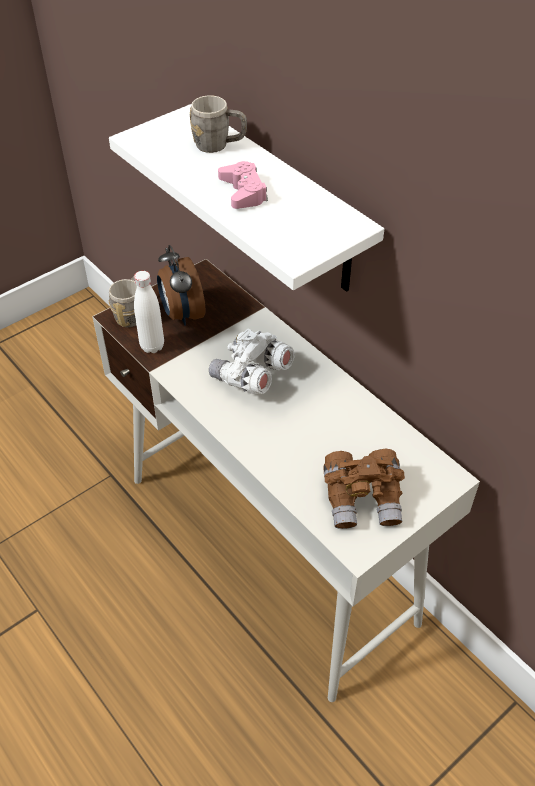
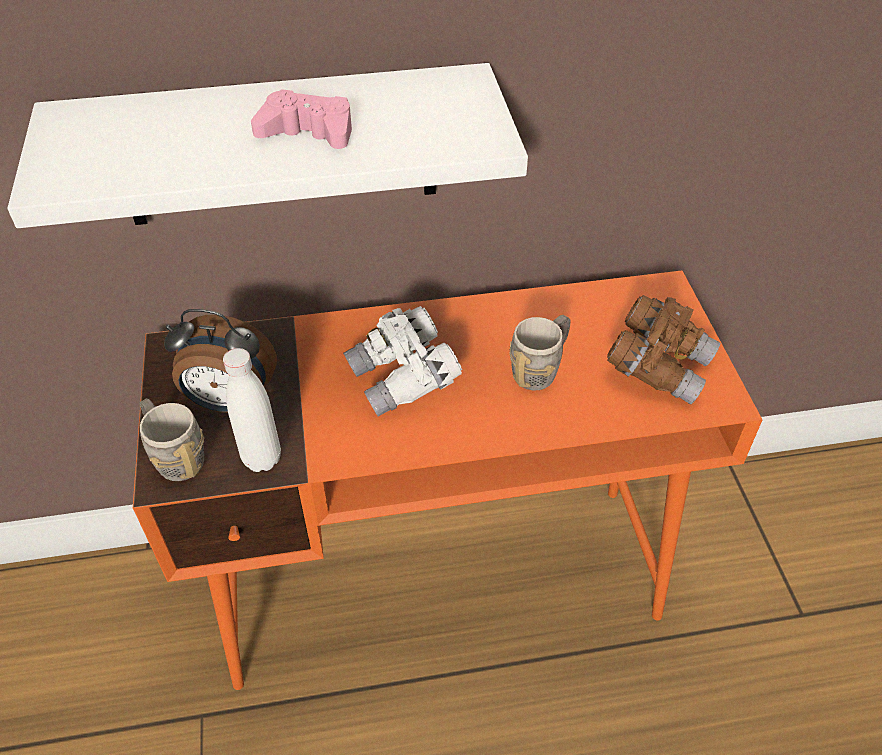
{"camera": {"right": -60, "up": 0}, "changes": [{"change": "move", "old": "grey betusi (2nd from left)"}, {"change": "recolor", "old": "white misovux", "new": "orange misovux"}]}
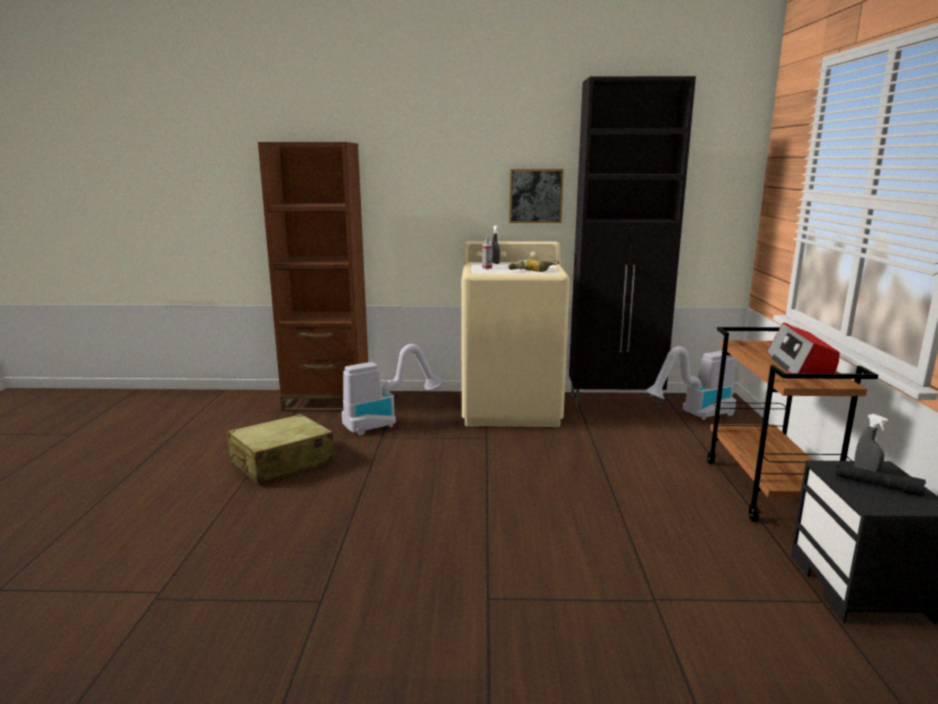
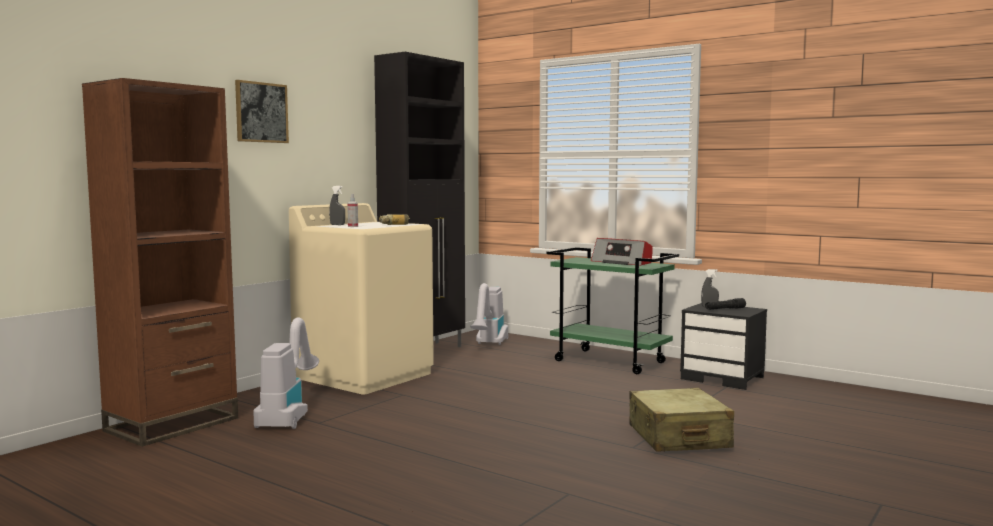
{"camera": {"right": -55, "up": -10}, "changes": [{"change": "move", "old": "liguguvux"}, {"change": "recolor", "old": "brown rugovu", "new": "green rugovu"}, {"change": "move", "old": "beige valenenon"}]}
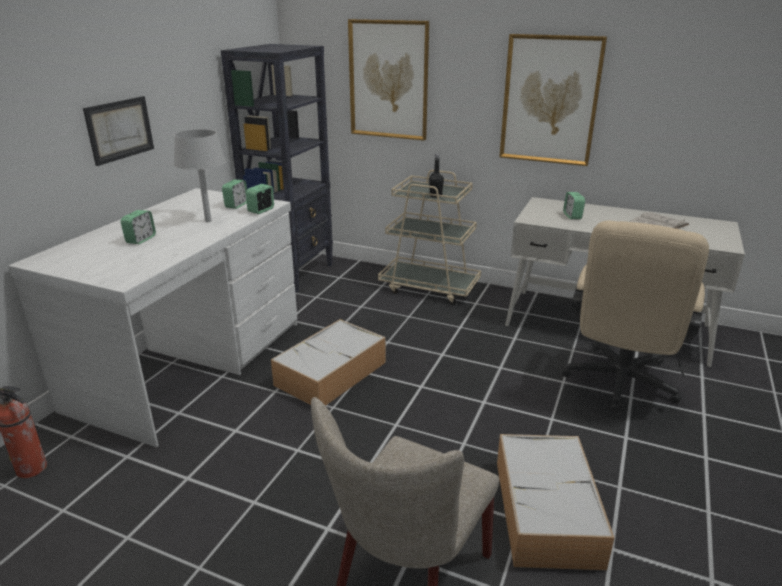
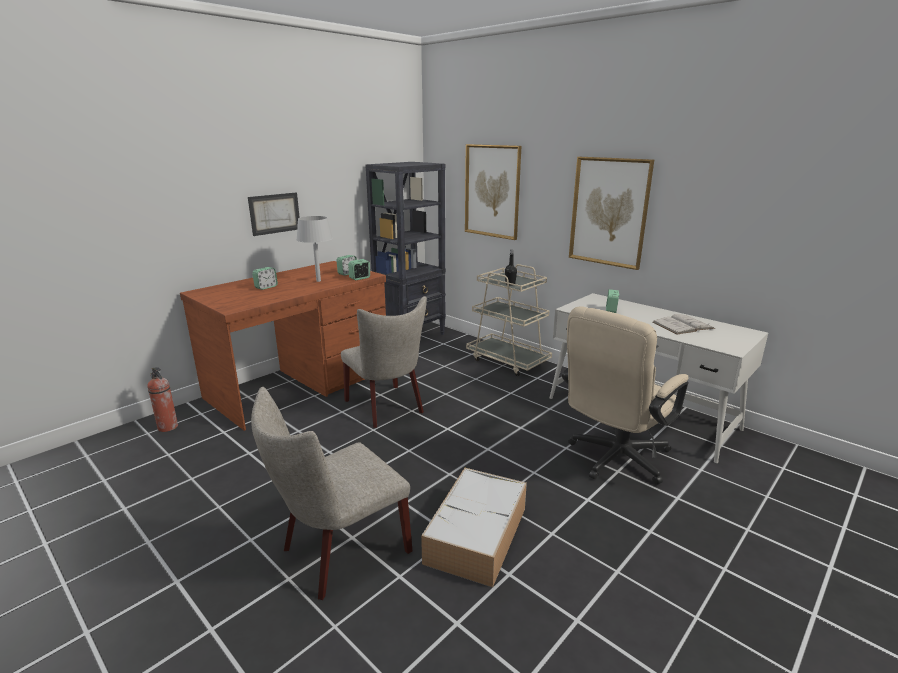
{"camera": {"right": 20, "up": -5}, "changes": [{"change": "recolor", "old": "white misovux (1st from left)", "new": "brown misovux"}, {"change": "replace", "old": "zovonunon (1st from left)", "new": "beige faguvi (2nd from left)"}]}
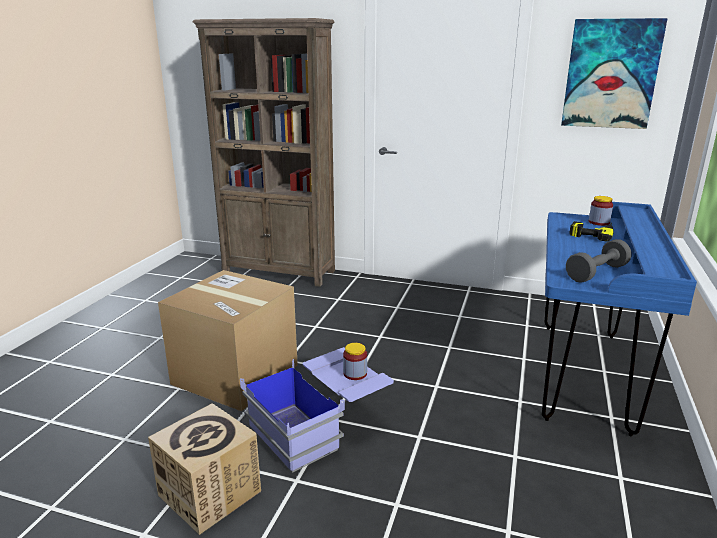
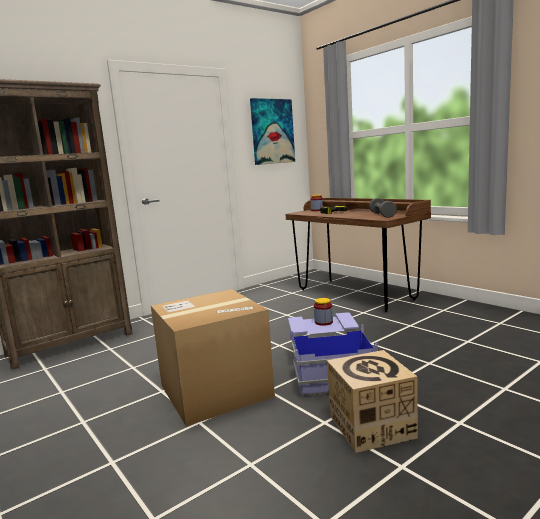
{"camera": {"right": -55, "up": -10}, "changes": [{"change": "recolor", "old": "blue misovux", "new": "brown misovux"}]}
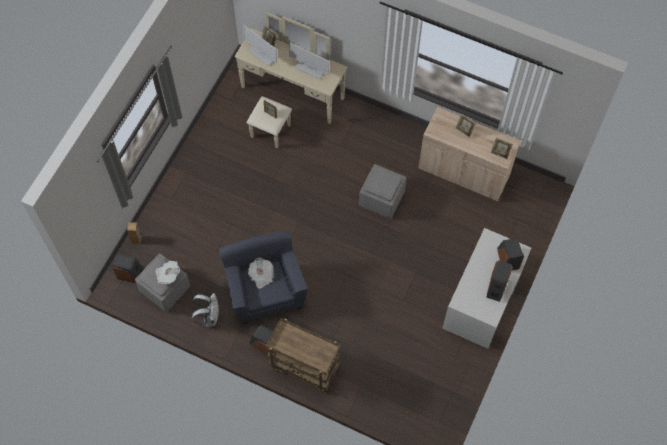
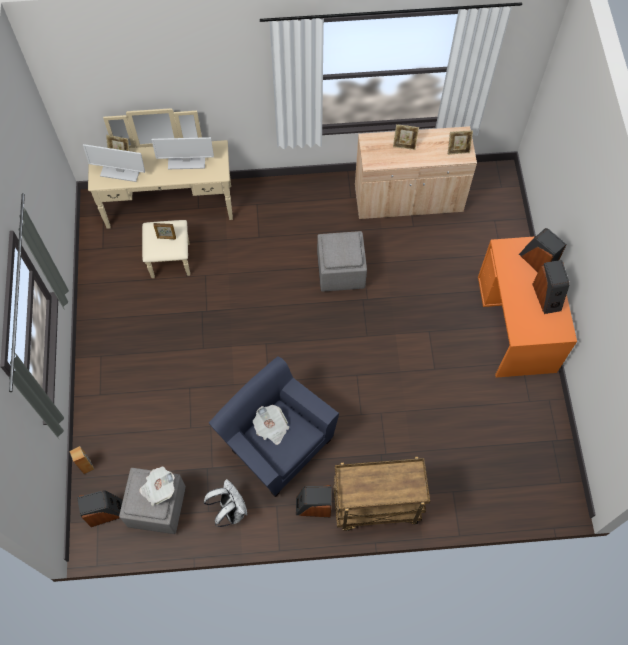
{"camera": {"right": -30, "up": 0}, "changes": [{"change": "recolor", "old": "white misovux", "new": "orange misovux"}]}
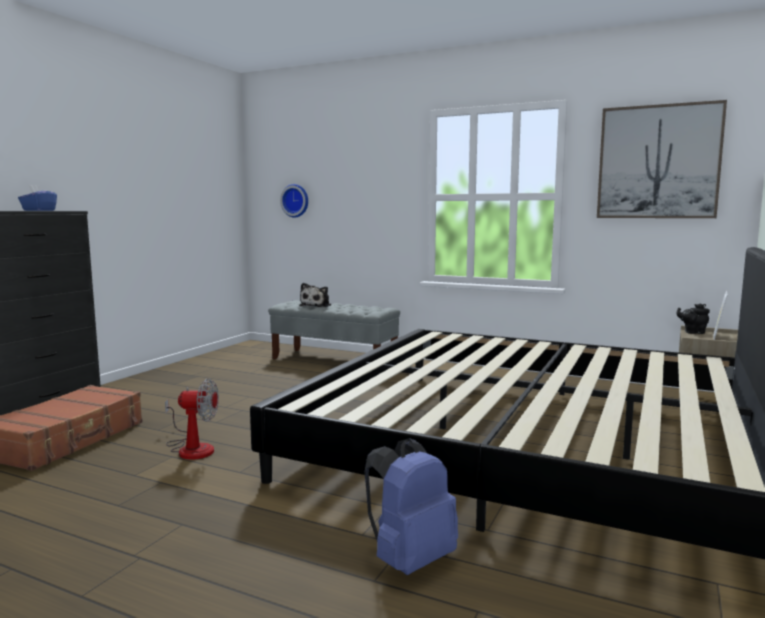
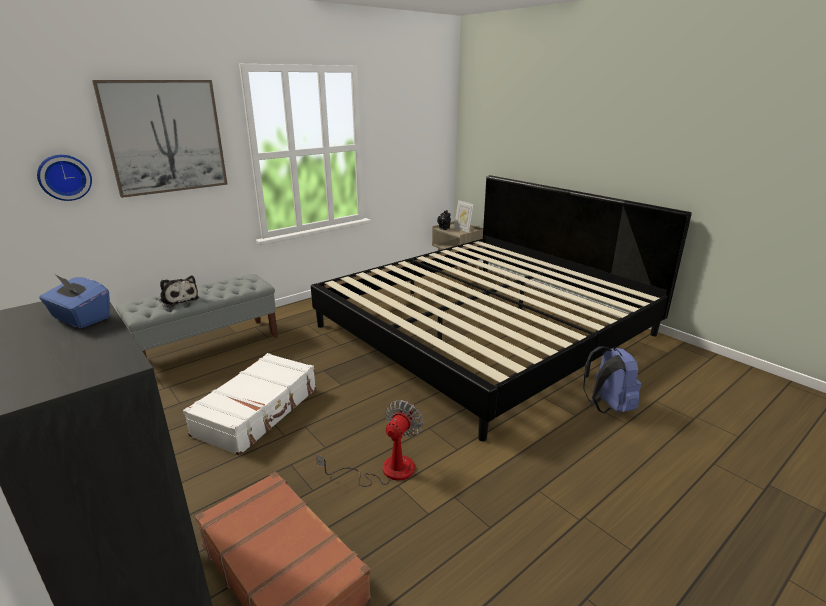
{"camera": {"right": -65, "up": 15}, "changes": [{"change": "move", "old": "liguguvux"}, {"change": "insert", "new": "white valenenon"}]}
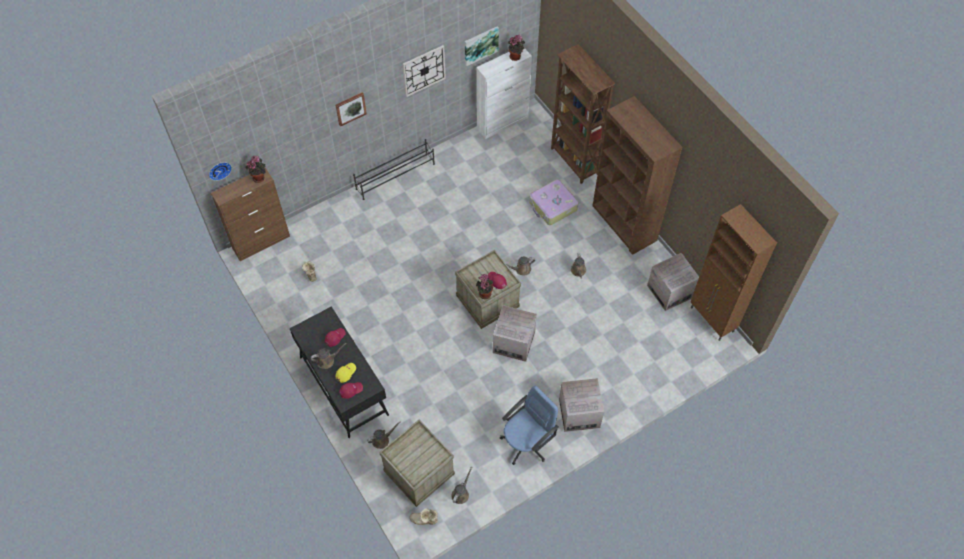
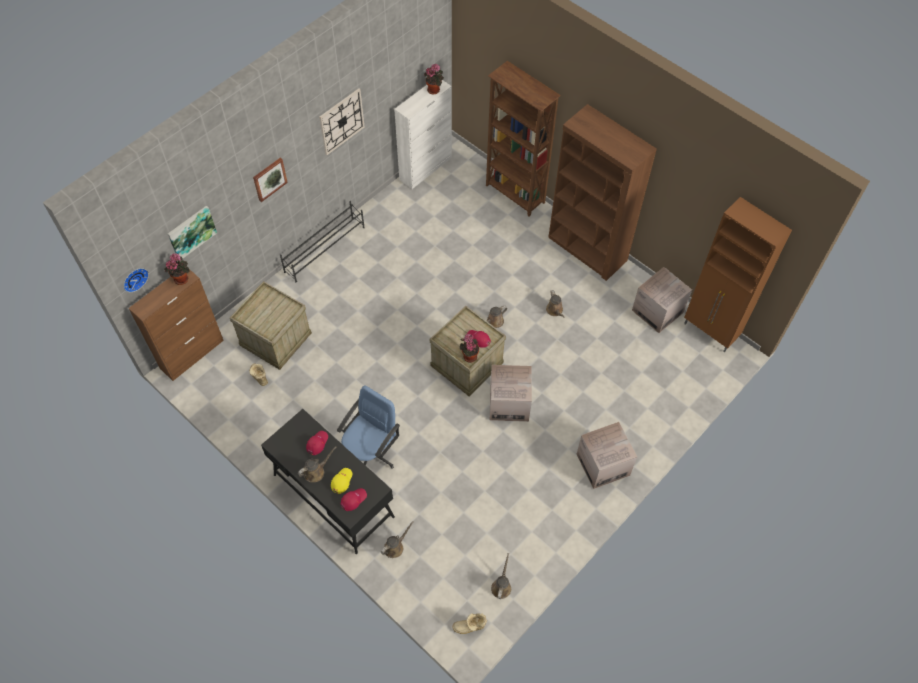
{"camera": {"right": -15, "up": 0}, "changes": [{"change": "move", "old": "liguguvux (2nd from left in the first image)", "new": "liguguvux (1st from left)"}, {"change": "delete", "old": "valenenon"}, {"change": "move", "old": "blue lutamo"}, {"change": "move", "old": "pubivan (1st from left)"}]}
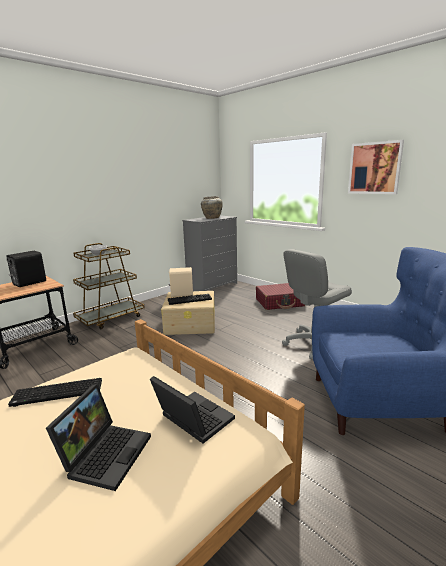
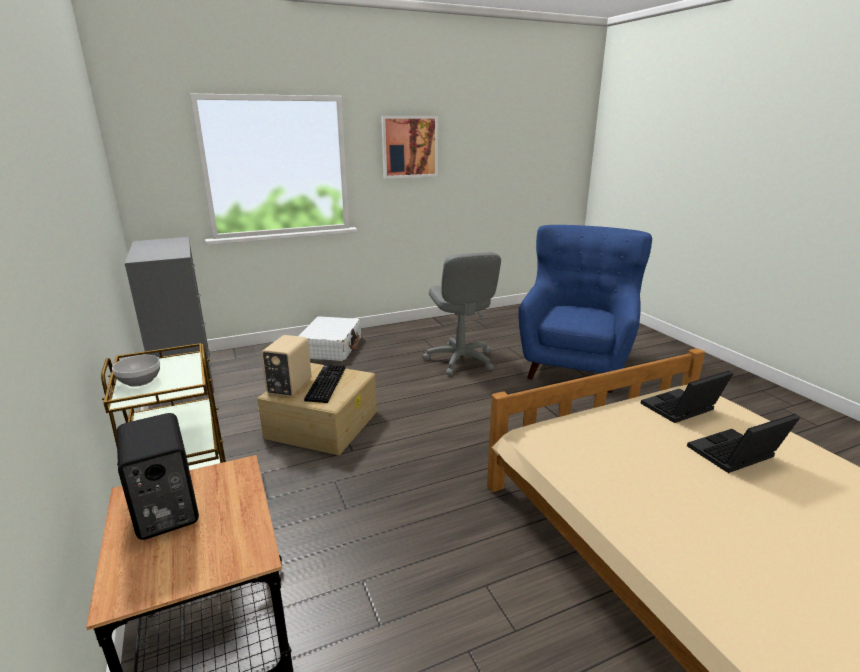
{"camera": {"right": -70, "up": 5}, "changes": [{"change": "delete", "old": "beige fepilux"}, {"change": "recolor", "old": "red valenenon", "new": "white valenenon"}, {"change": "delete", "old": "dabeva (1st from left)"}, {"change": "rotate", "old": "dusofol (1st from left in the first image)", "degrees": -60}]}
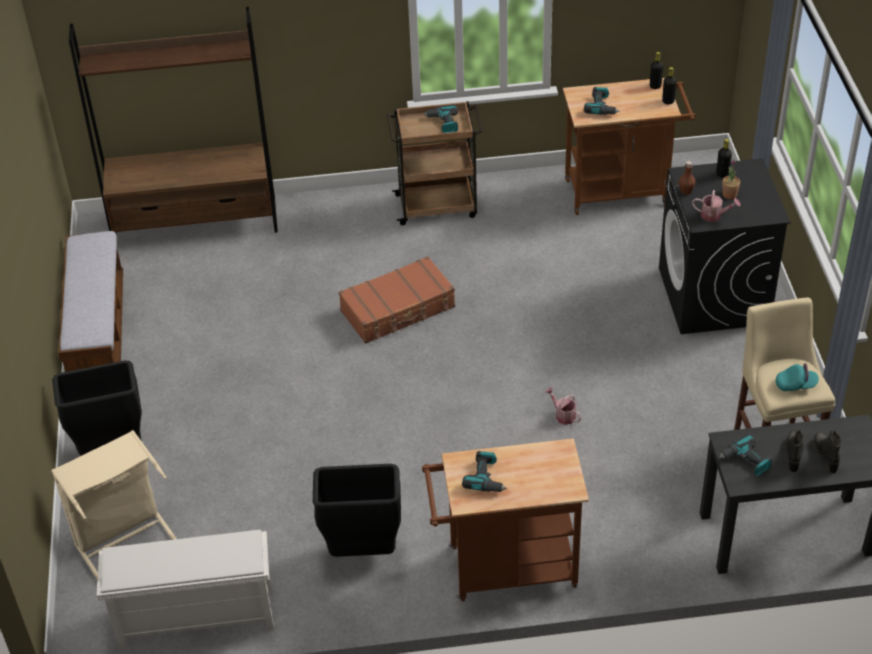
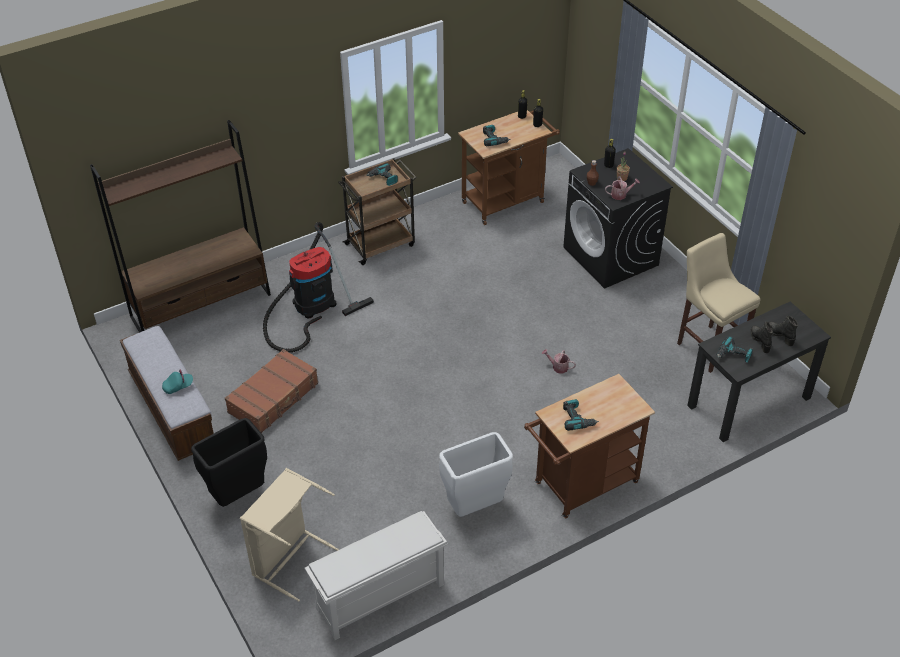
{"camera": {"right": -25, "up": 0}, "changes": [{"change": "move", "old": "brown valenenon"}, {"change": "move", "old": "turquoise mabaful"}, {"change": "recolor", "old": "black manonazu (2nd from left)", "new": "white manonazu"}, {"change": "insert", "new": "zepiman"}]}
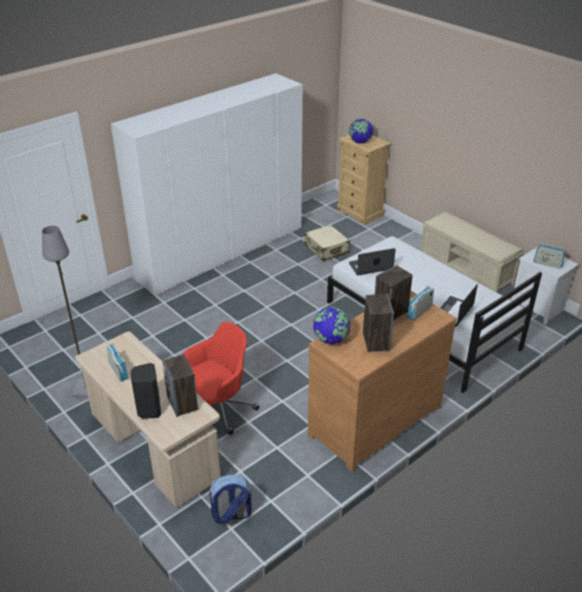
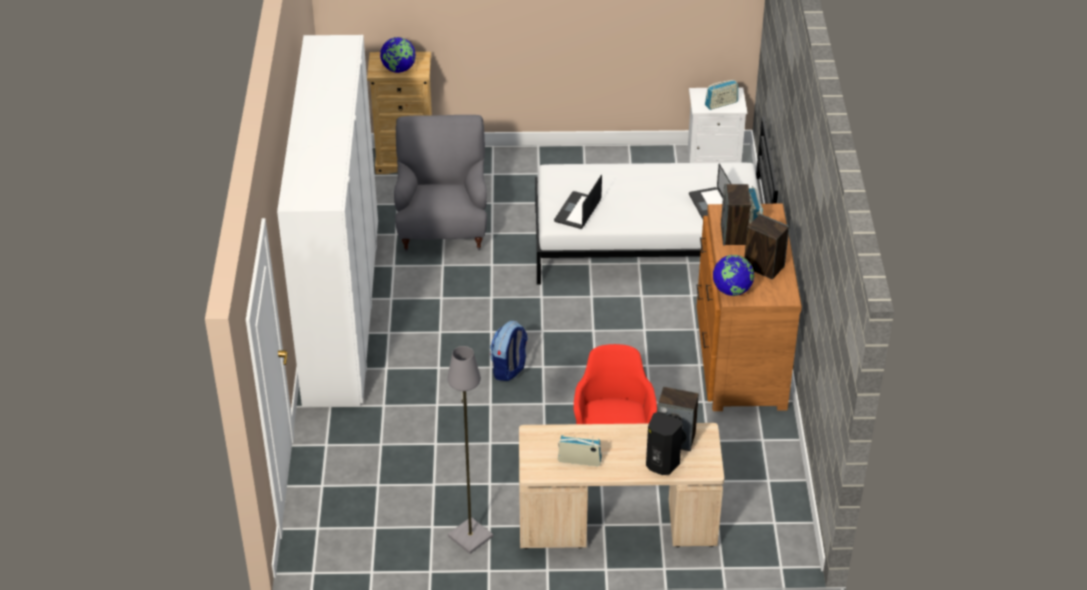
{"camera": {"right": -50, "up": 5}, "changes": [{"change": "delete", "old": "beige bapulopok"}, {"change": "replace", "old": "beige valenenon", "new": "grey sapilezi"}, {"change": "move", "old": "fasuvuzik"}]}
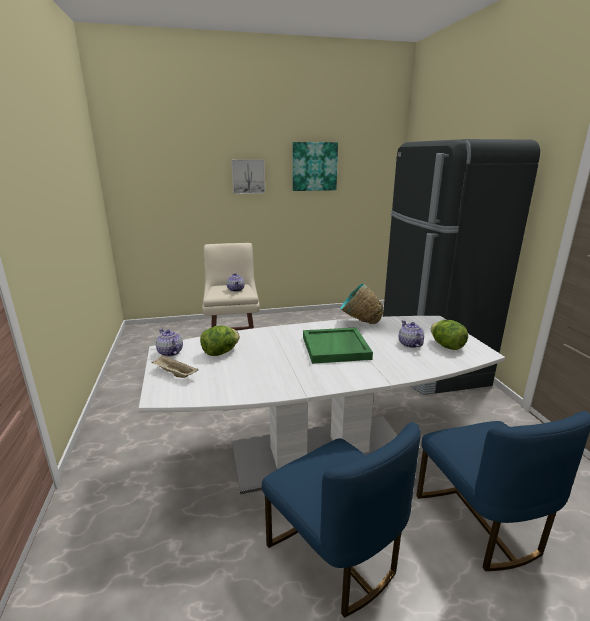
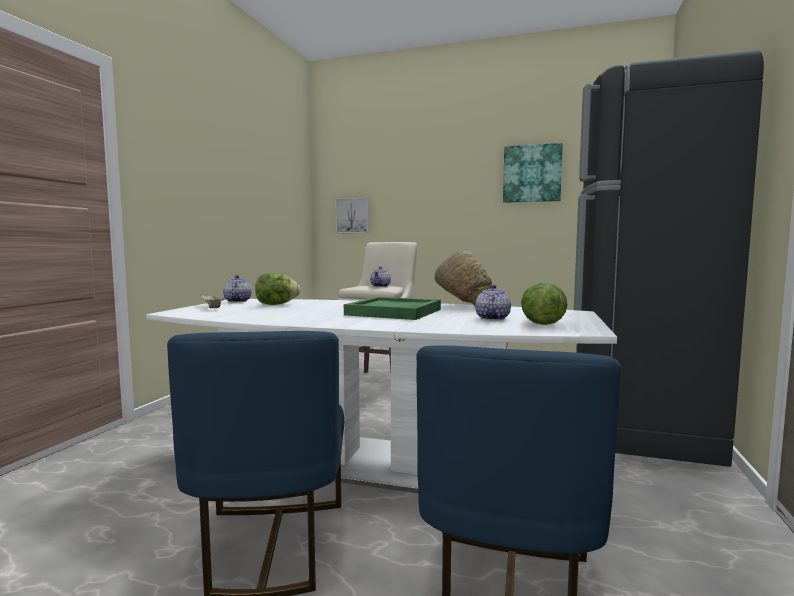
{"camera": {"right": 30, "up": -15}, "changes": [{"change": "move", "old": "liguguvux (1st from left)"}]}
